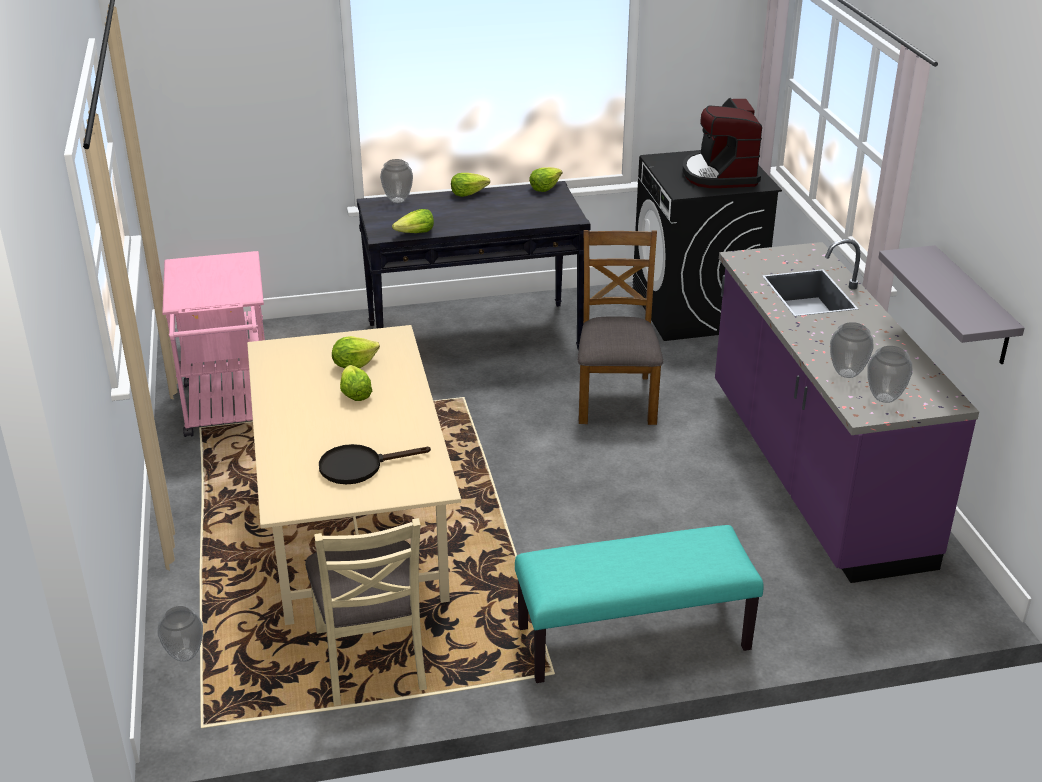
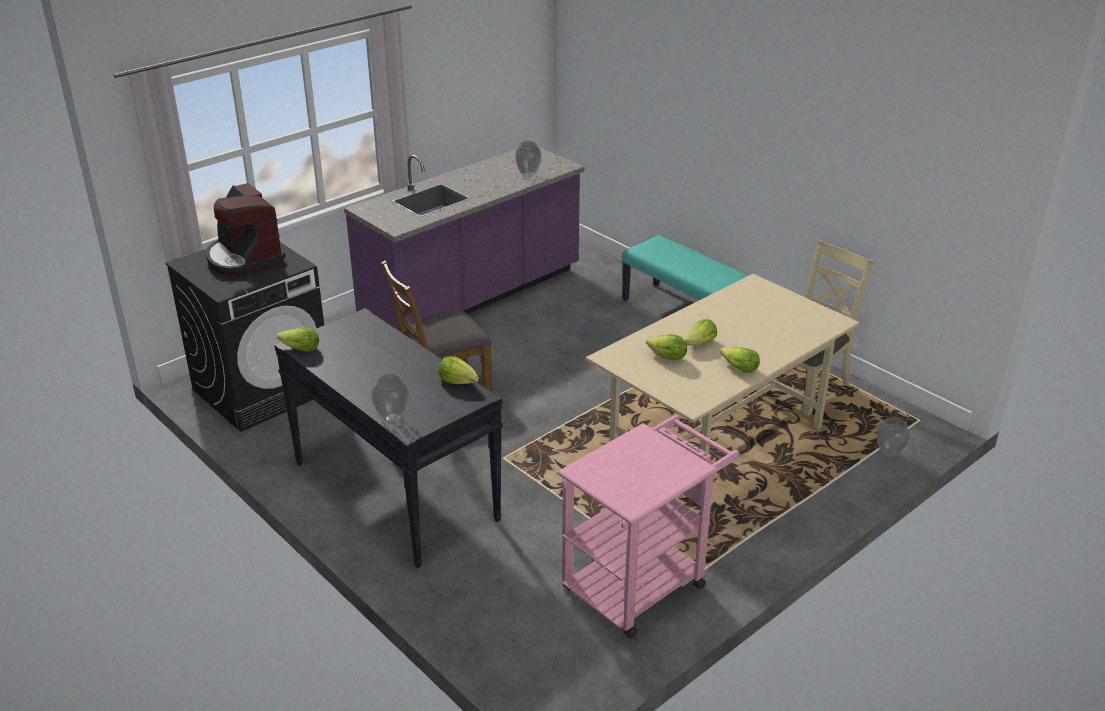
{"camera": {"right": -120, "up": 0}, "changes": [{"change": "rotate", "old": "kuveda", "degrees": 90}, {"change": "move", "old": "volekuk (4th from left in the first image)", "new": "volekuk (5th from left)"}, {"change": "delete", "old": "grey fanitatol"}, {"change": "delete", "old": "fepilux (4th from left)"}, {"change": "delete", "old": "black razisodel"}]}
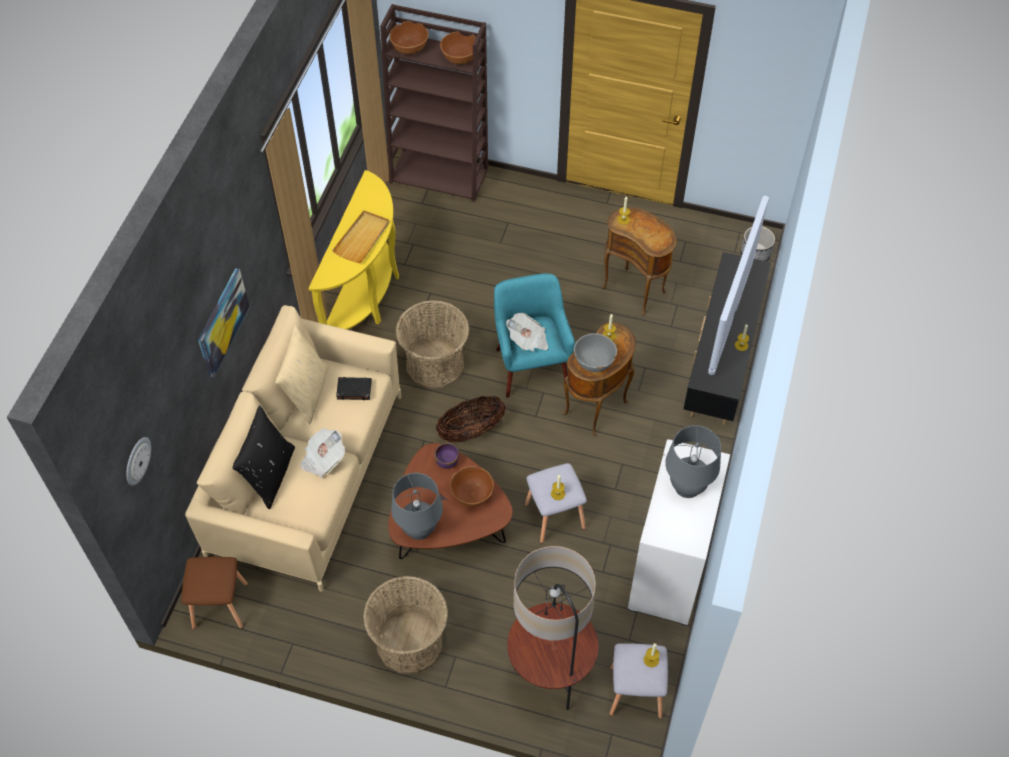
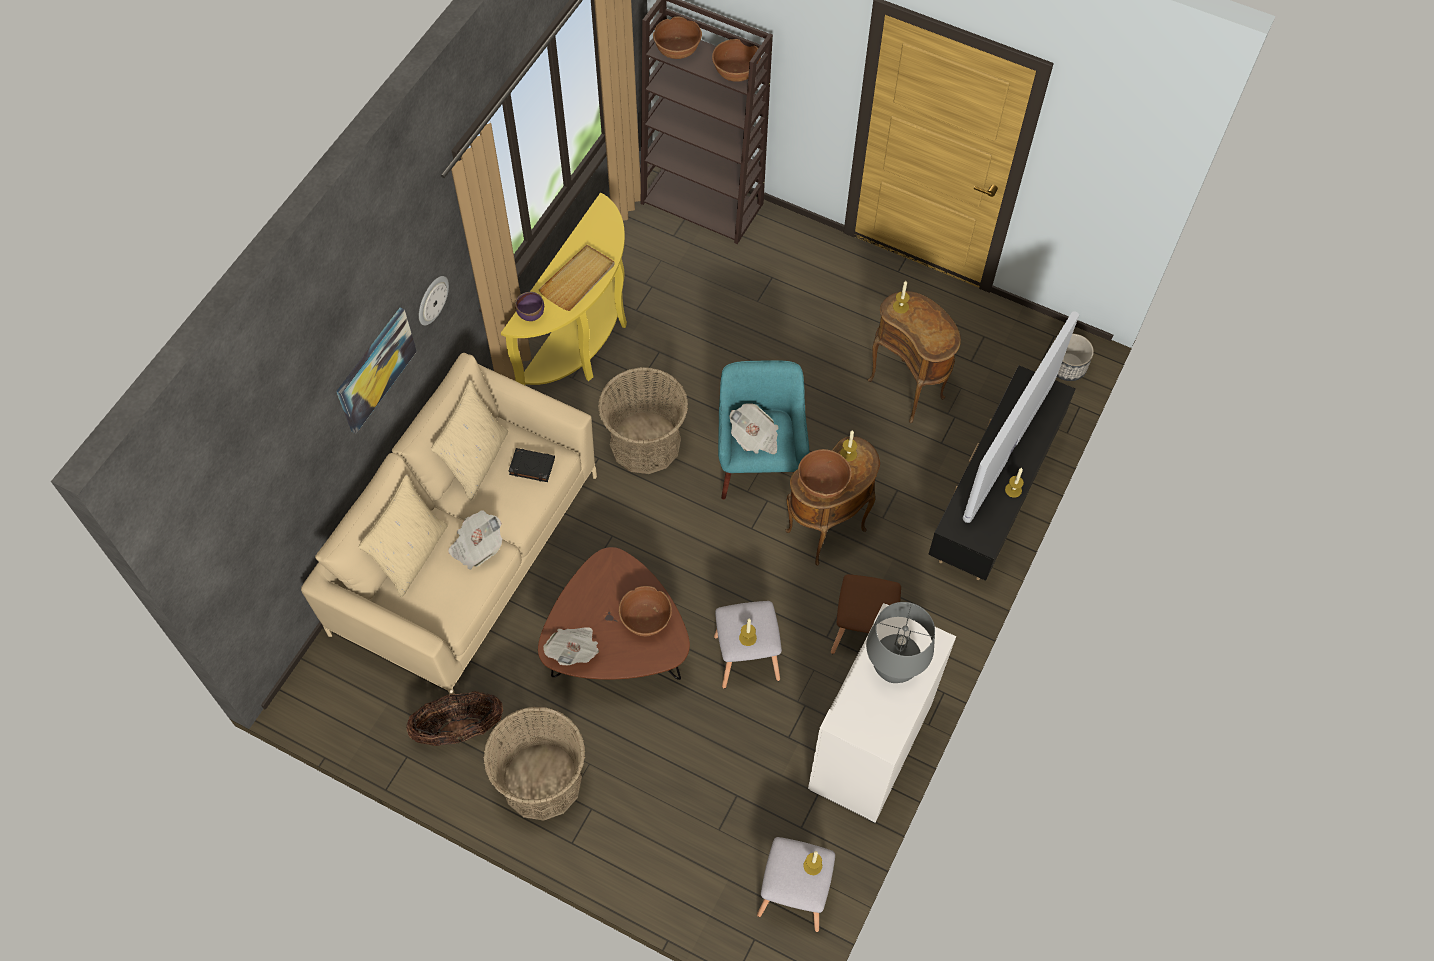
{"camera": {"right": 10, "up": 5}, "changes": [{"change": "recolor", "old": "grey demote", "new": "brown demote (4th from left)"}, {"change": "move", "old": "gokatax (3rd from left in the first image)", "new": "gokatax (1st from left)"}, {"change": "recolor", "old": "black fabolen", "new": "beige fabolen (1st from left)"}, {"change": "move", "old": "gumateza"}, {"change": "move", "old": "purple demote"}, {"change": "replace", "old": "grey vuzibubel (1st from left)", "new": "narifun (2nd from left)"}, {"change": "delete", "old": "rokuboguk"}, {"change": "move", "old": "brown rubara"}]}
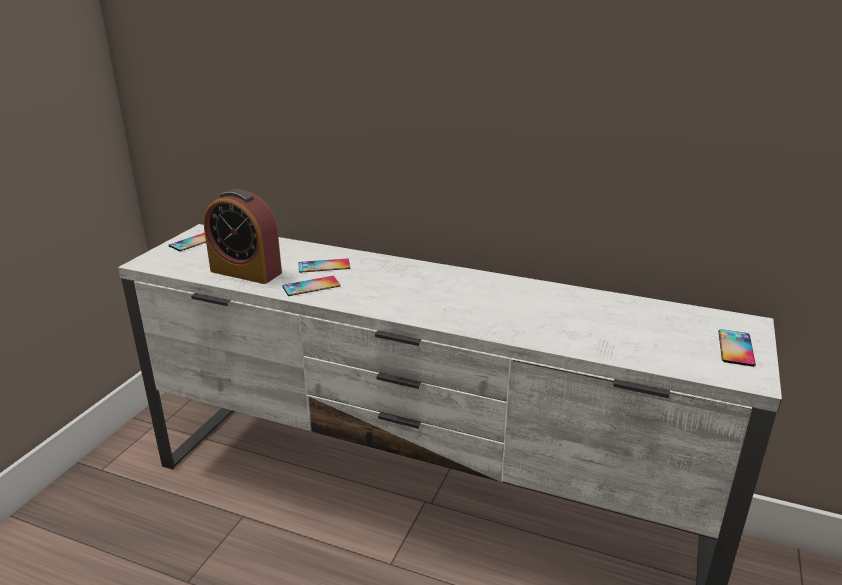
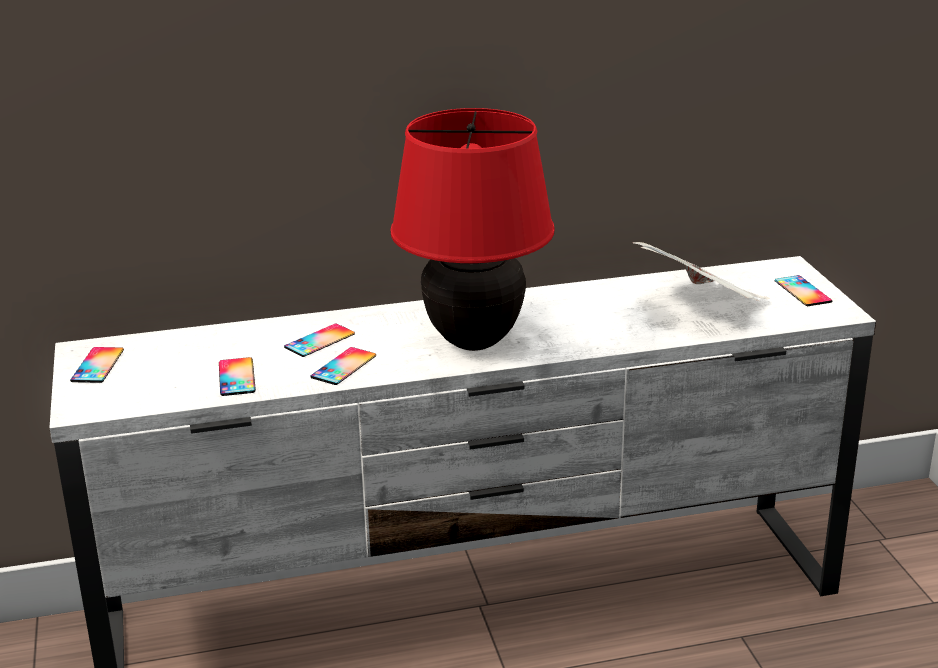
{"camera": {"right": -35, "up": 0}, "changes": [{"change": "replace", "old": "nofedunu", "new": "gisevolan (2nd from left)"}, {"change": "insert", "new": "red vuzibubel"}, {"change": "insert", "new": "narifun"}]}
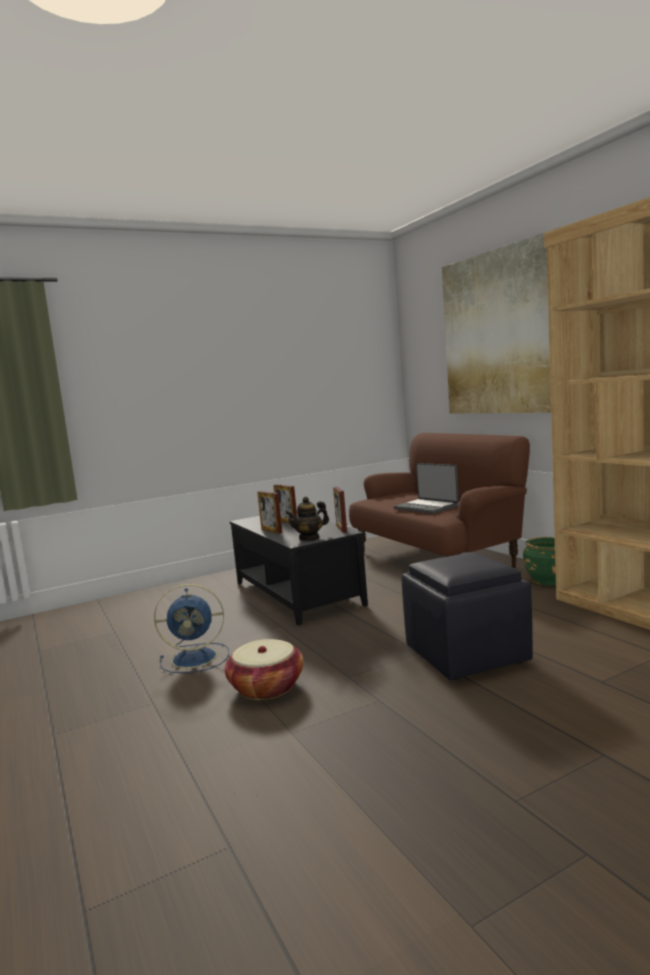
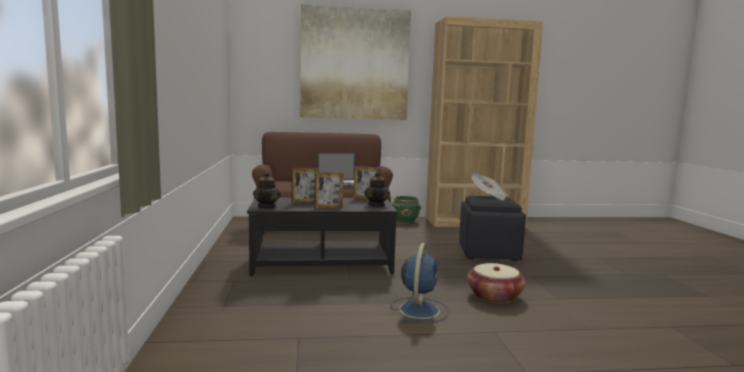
{"camera": {"right": -70, "up": 0}, "changes": [{"change": "insert", "new": "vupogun (1st from left)"}, {"change": "insert", "new": "narifun"}]}
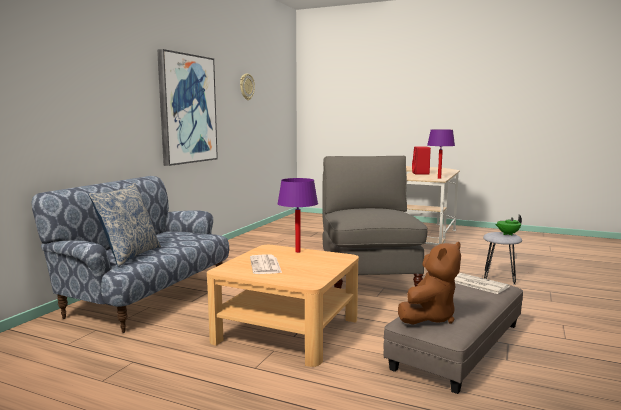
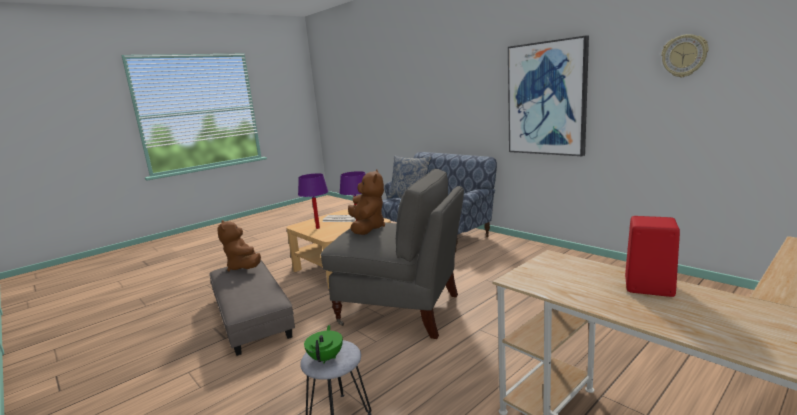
{"camera": {"right": 115, "up": 5}, "changes": [{"change": "move", "old": "purple vuzibubel (2nd from left in the first image)", "new": "purple vuzibubel (1st from left)"}, {"change": "delete", "old": "narifun (2nd from left)"}, {"change": "insert", "new": "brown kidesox (2nd from left)"}]}
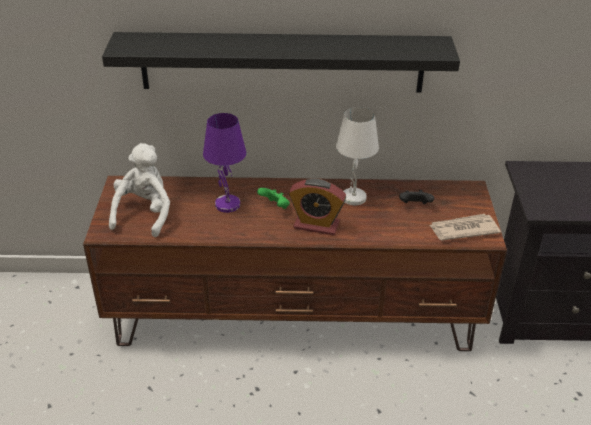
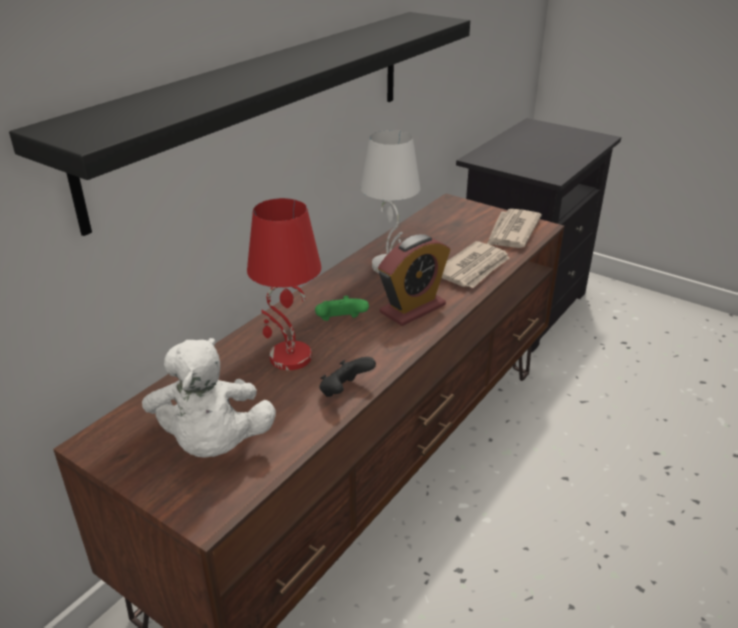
{"camera": {"right": -55, "up": -5}, "changes": [{"change": "recolor", "old": "purple vuzibubel", "new": "red vuzibubel"}, {"change": "rotate", "old": "white kidesox", "degrees": -150}, {"change": "move", "old": "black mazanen"}, {"change": "insert", "new": "narifun (1st from left)"}]}
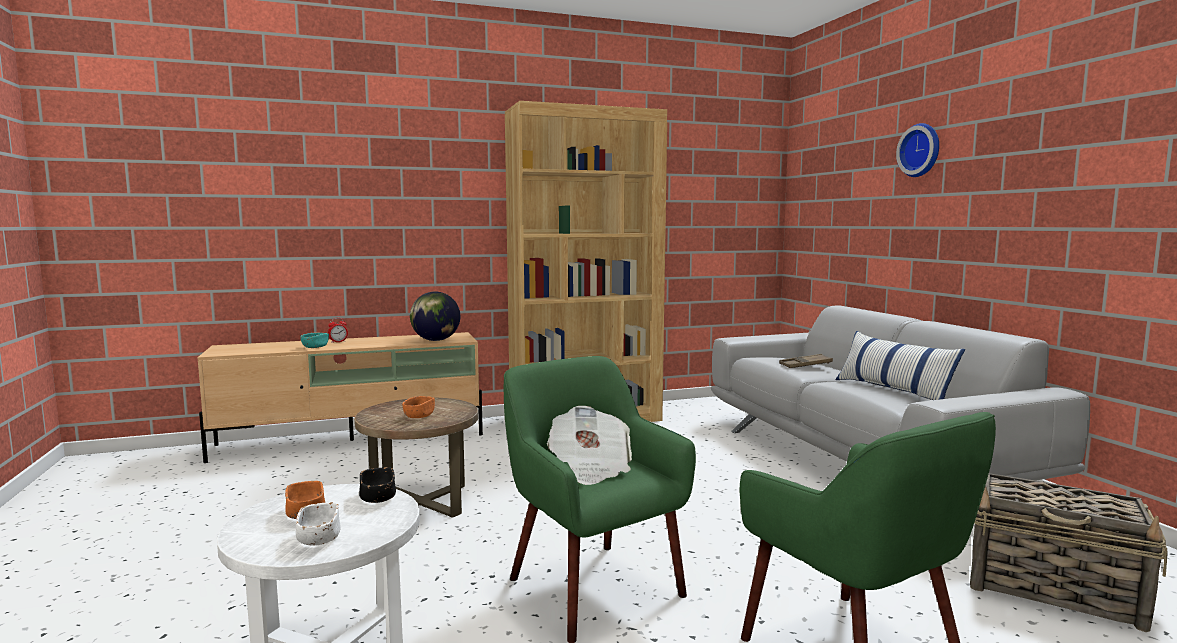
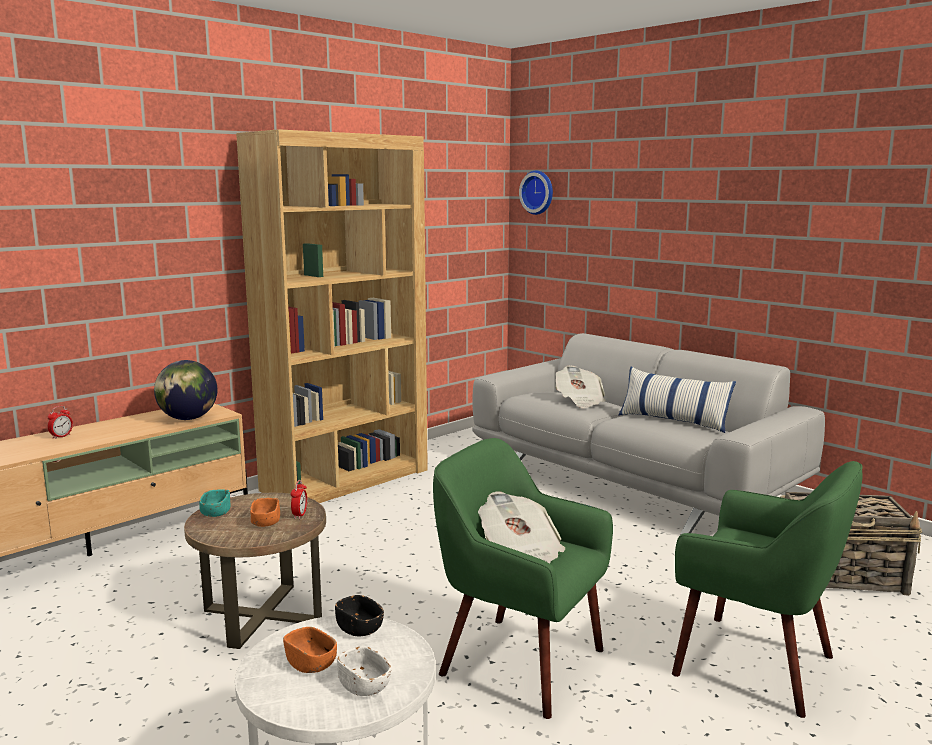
{"camera": {"right": -25, "up": 5}, "changes": [{"change": "move", "old": "gumateza"}, {"change": "move", "old": "turquoise demote"}, {"change": "replace", "old": "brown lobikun", "new": "narifun (2nd from left)"}, {"change": "insert", "new": "nofedunu (2nd from left)"}]}
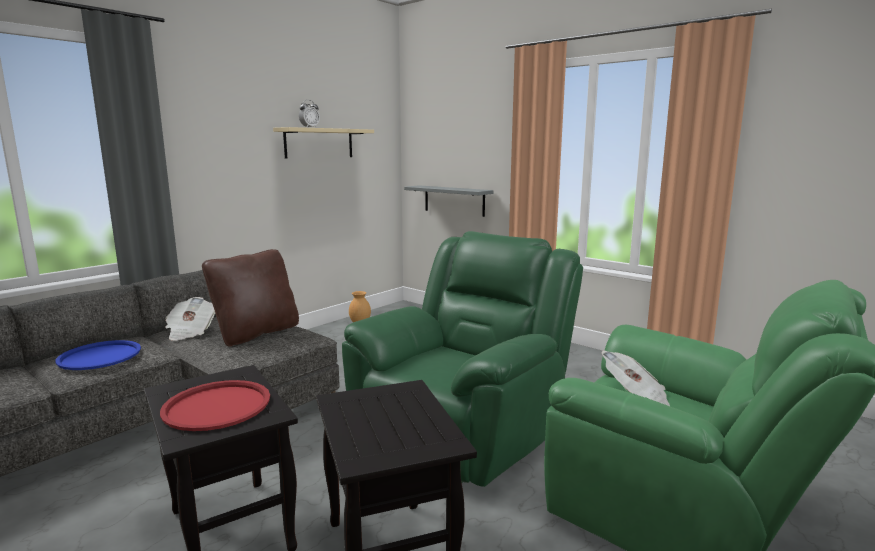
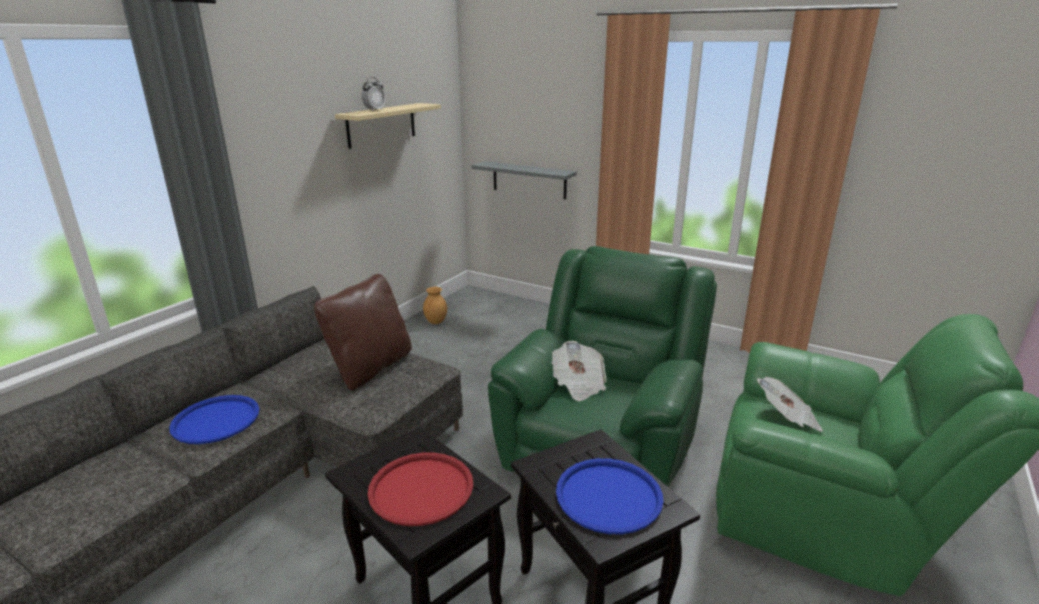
{"camera": {"right": -10, "up": 10}, "changes": [{"change": "move", "old": "narifun (1st from left)"}, {"change": "insert", "new": "blue lobikun (2nd from left)"}]}
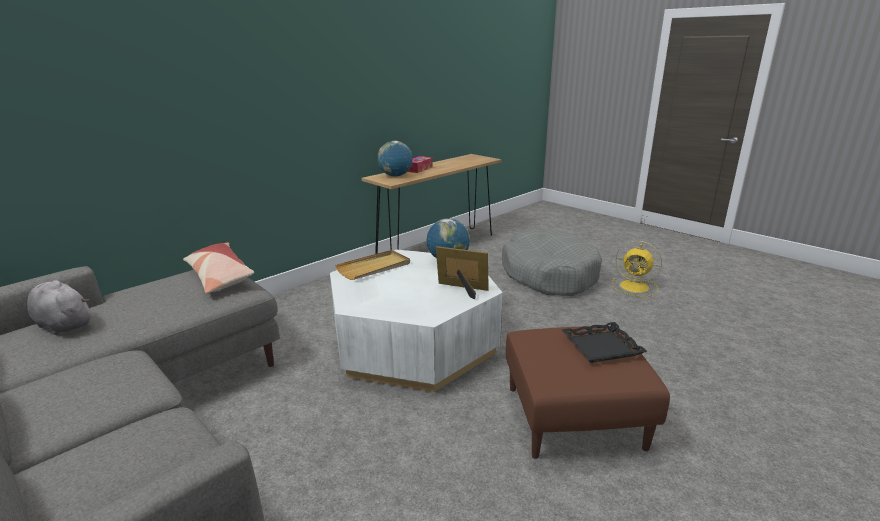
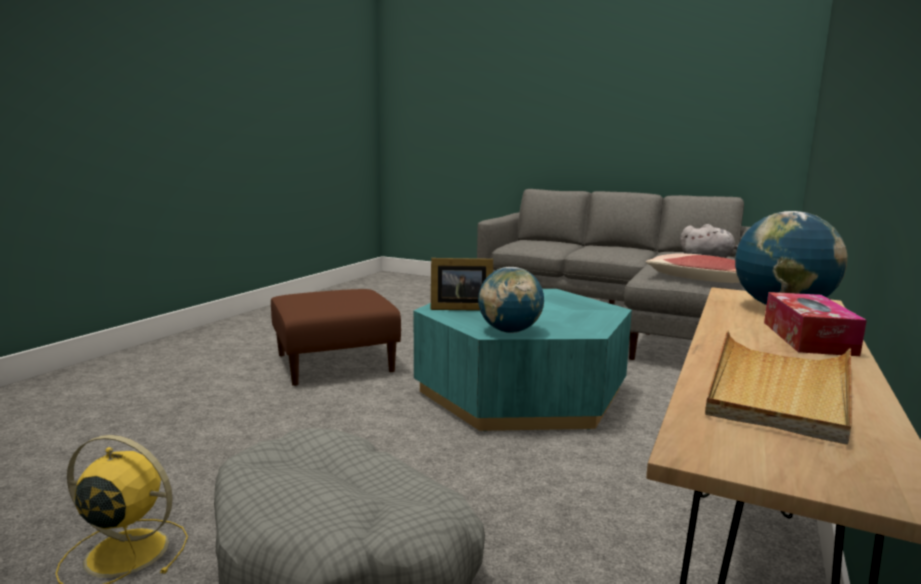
{"camera": {"right": 160, "up": -10}, "changes": [{"change": "recolor", "old": "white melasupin", "new": "turquoise melasupin"}, {"change": "move", "old": "beige lobikun"}, {"change": "delete", "old": "black lobikun"}]}
